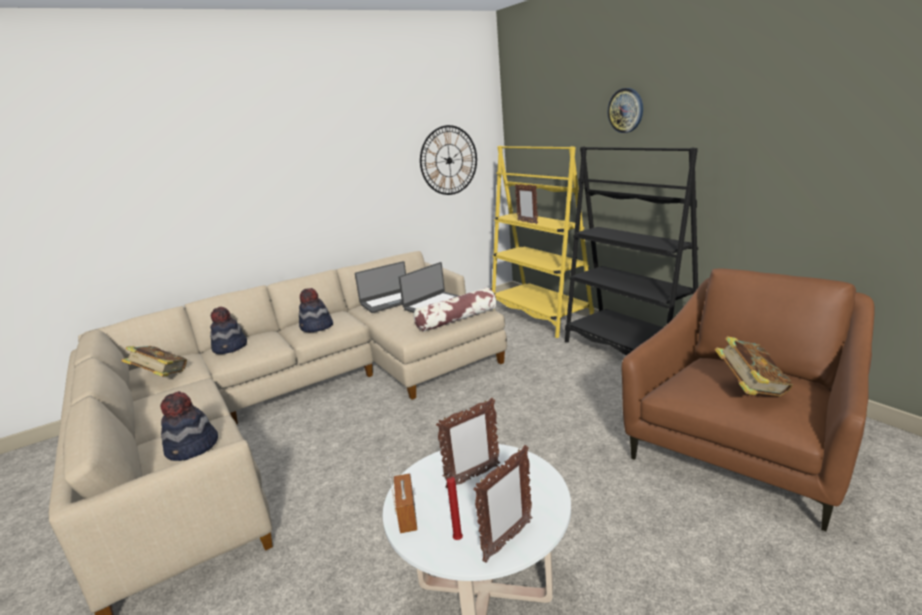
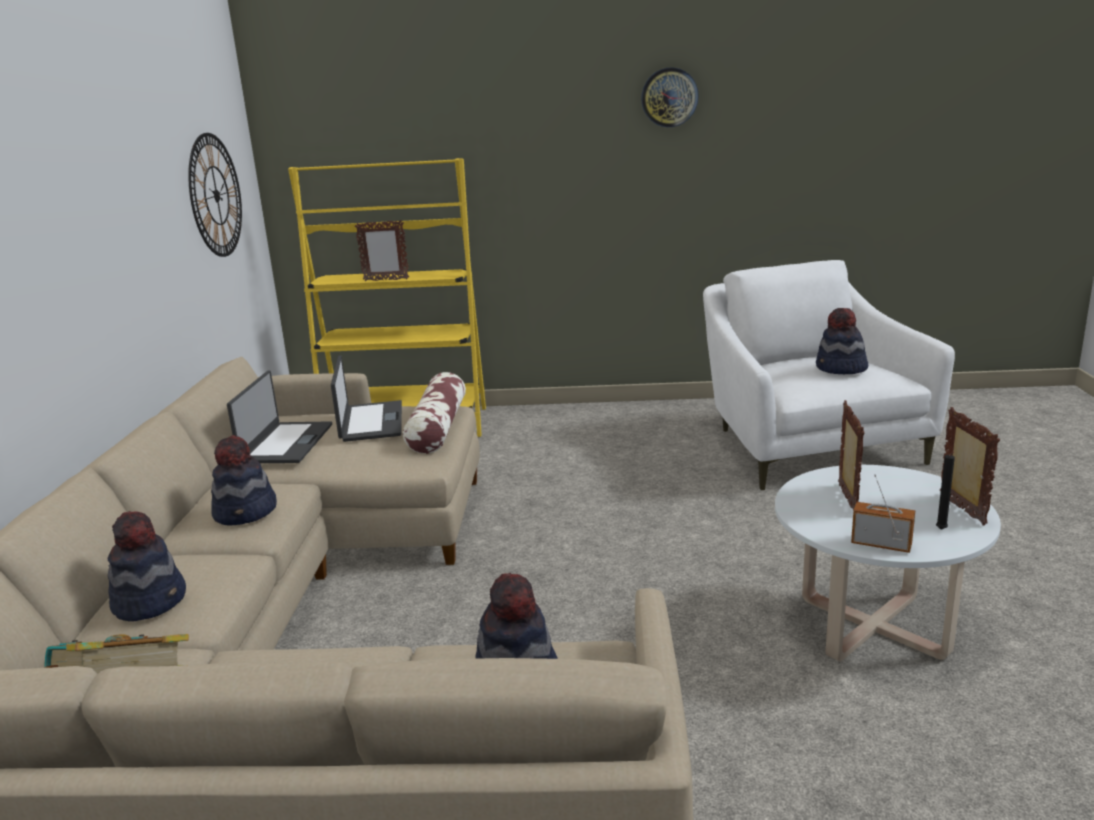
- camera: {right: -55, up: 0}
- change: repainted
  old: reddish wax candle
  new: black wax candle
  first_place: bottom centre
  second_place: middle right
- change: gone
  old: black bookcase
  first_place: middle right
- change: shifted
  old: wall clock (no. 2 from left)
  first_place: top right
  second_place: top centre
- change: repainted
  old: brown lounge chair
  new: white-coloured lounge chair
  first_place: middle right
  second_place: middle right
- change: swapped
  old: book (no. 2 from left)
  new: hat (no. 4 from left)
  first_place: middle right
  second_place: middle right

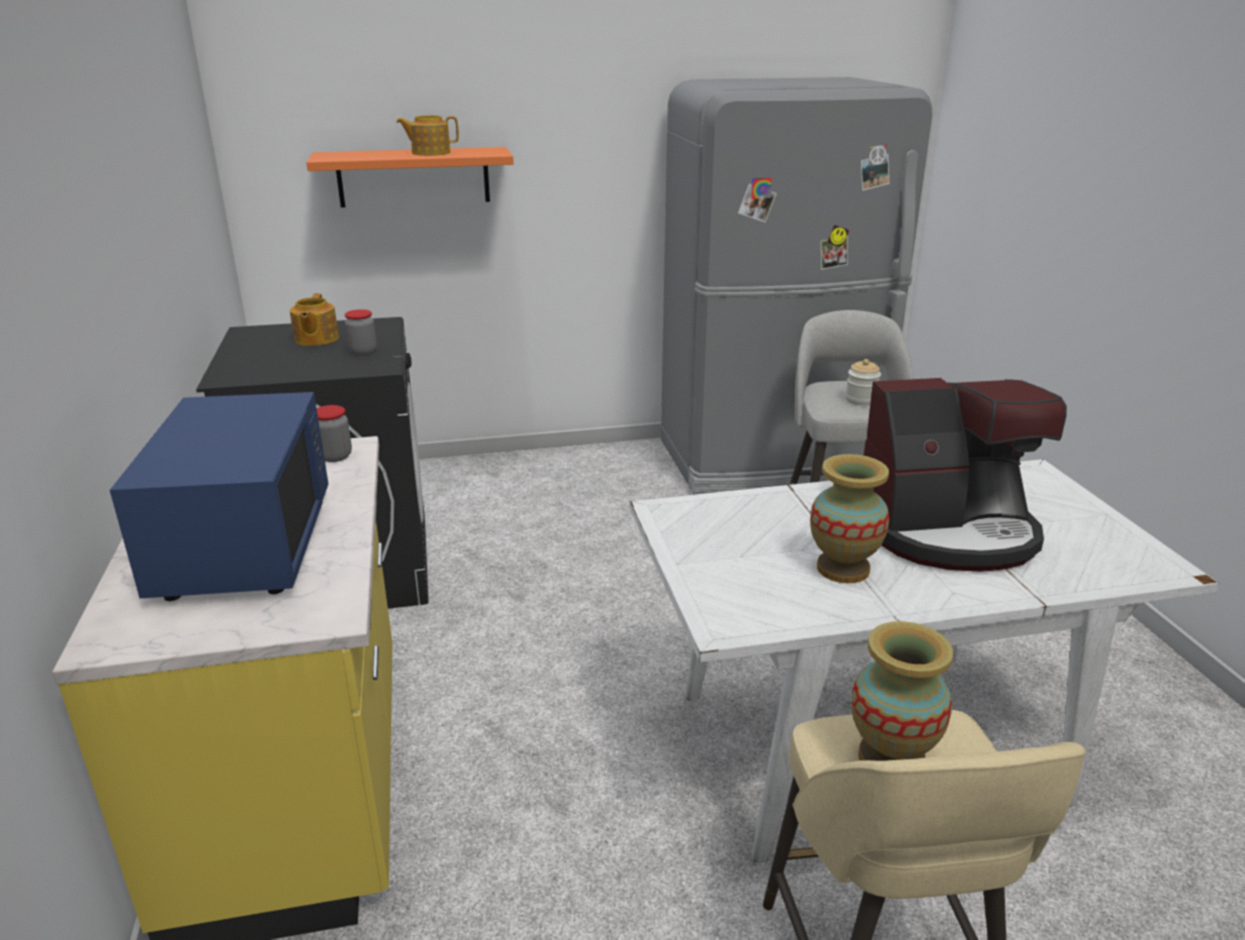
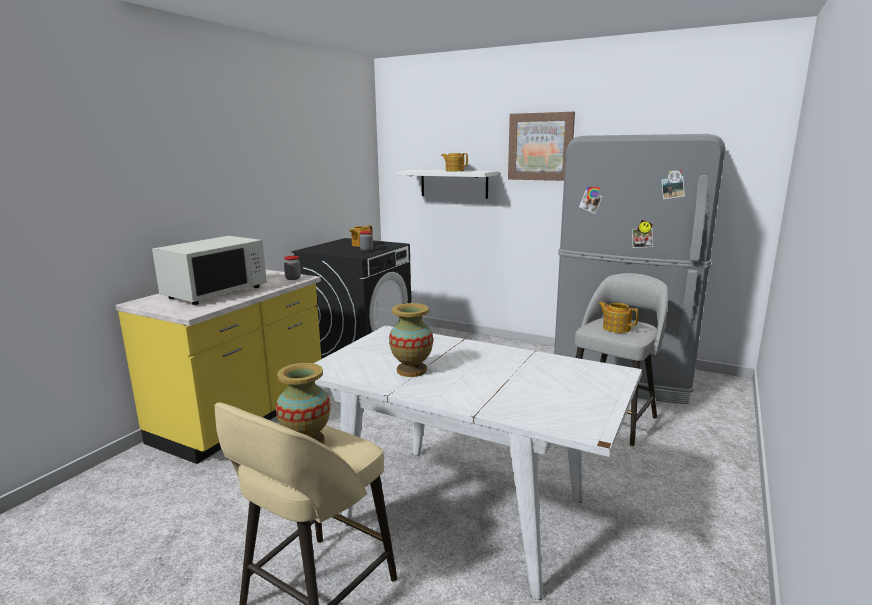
- camera: {right: 40, up: -10}
- change: repainted
  old: blue microwave
  new: white-coloured microwave
  first_place: middle left
  second_place: middle left
- change: repainted
  old: orange shelf
  new: white-coloured shelf
  first_place: top left
  second_place: top centre
- change: swapped
  old: preserve jar (no. 3 from left)
  new: teapot (no. 3 from left)
  first_place: middle right
  second_place: middle right
- change: gone
  old: coffee machine
  first_place: middle right
- change: new
  new: wall art
  second_place: top centre

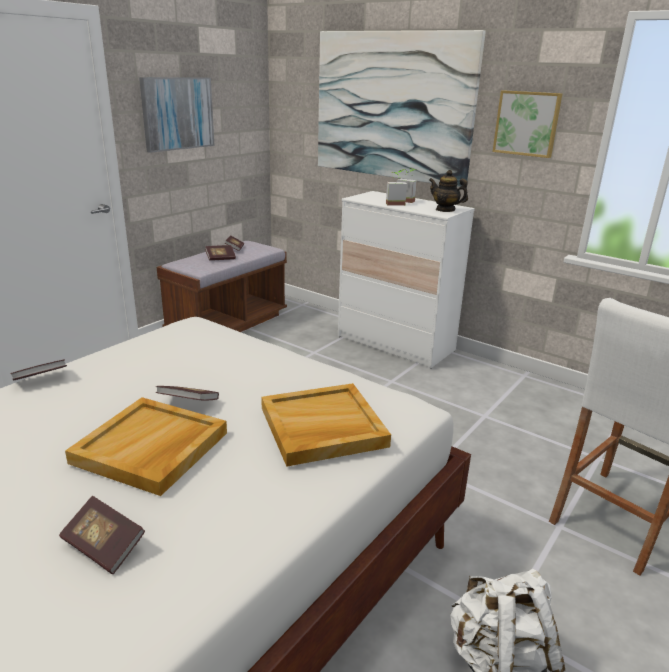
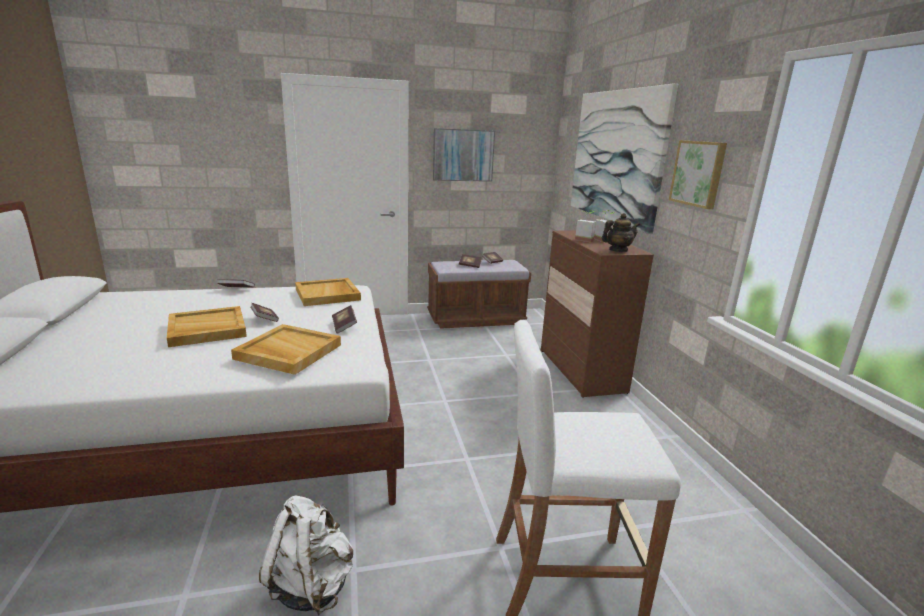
- camera: {right: 40, up: -5}
- change: shifted
  old: book (no. 2 from left in the first image)
  new: book (no. 3 from left)
  first_place: bottom left
  second_place: centre
- change: repainted
  old: white-coloured drawer chest
  new: brown drawer chest
  first_place: centre
  second_place: centre
- change: rotated
  old: teapot
  first_place: top right
  second_place: middle right
  degrees: 90
- change: new
  new: sand-coloured carrying tray (no. 3 from left)
  second_place: centre

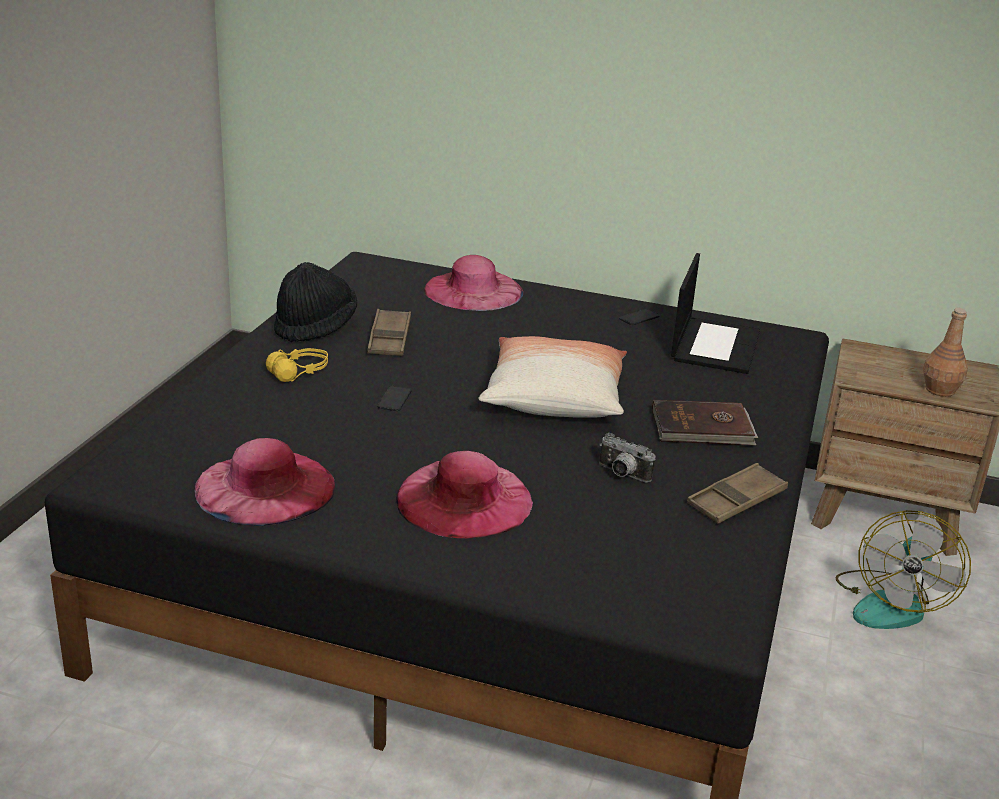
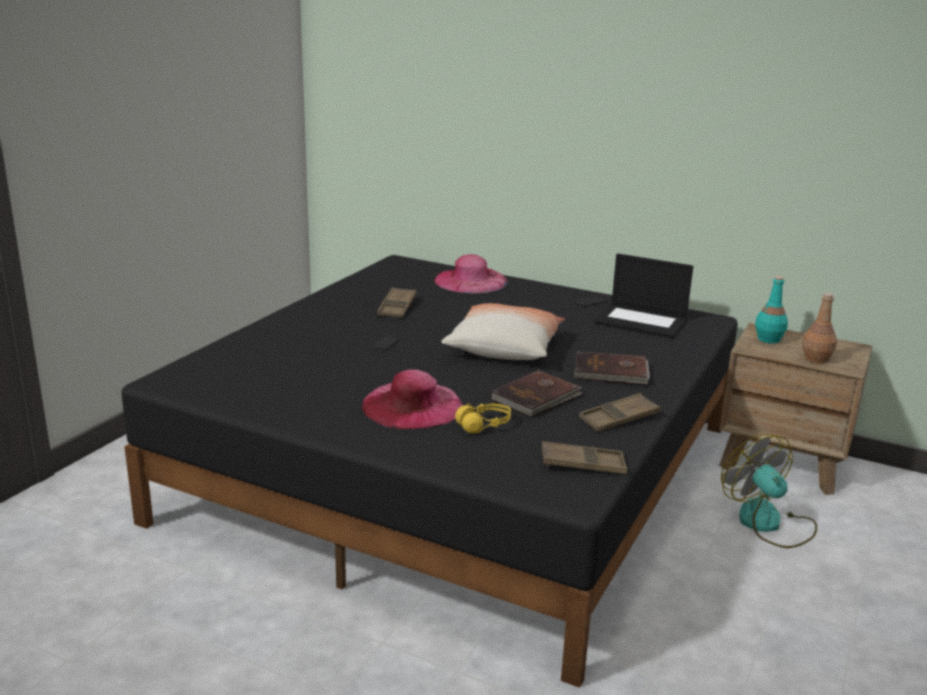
- camera: {right: 10, up: -5}
- change: gone
  old: pink-coloured hat (no. 1 from left)
  first_place: middle left
- change: shifted
  old: yellow headset
  first_place: middle left
  second_place: centre
- change: gone
  old: black hat
  first_place: middle left
- change: swapped
  old: still camera
  new: brown book (no. 1 from left)
  first_place: centre
  second_place: centre
- change: rotated
  old: laptop
  first_place: middle right
  second_place: middle right
  degrees: 90
- change: rotated
  old: electric fan
  first_place: bottom right
  second_place: bottom right
  degrees: 120
- change: new
  new: brown carrying tray (no. 2 from left)
  second_place: centre
- change: new
  new: turquoise-coloured beverage bottle
  second_place: middle right

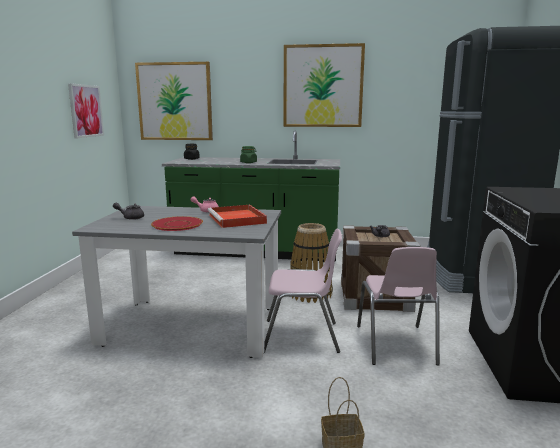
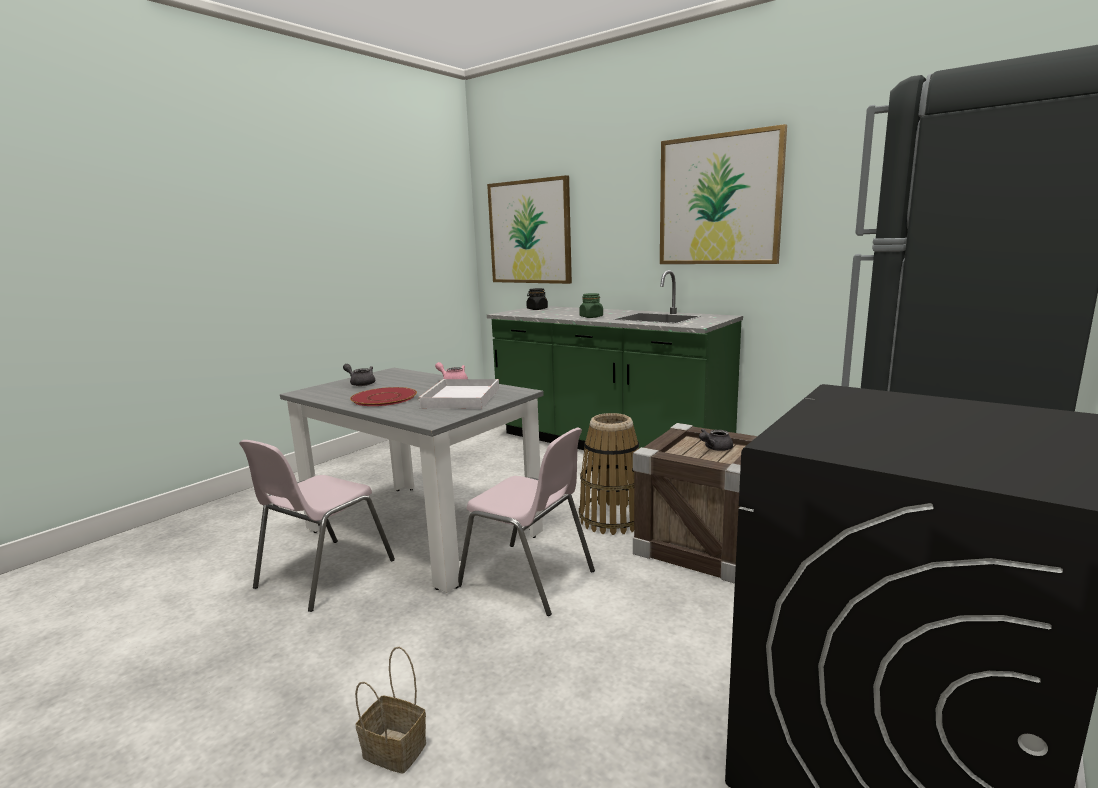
- camera: {right: 30, up: 0}
- change: gone
  old: wall art (no. 1 from left)
  first_place: top left
- change: repainted
  old: reddish carrying tray
  new: white-coloured carrying tray
  first_place: centre
  second_place: centre
- change: shifted
  old: pink-coloured plain chair (no. 2 from left in the first image)
  new: pink-coloured plain chair (no. 1 from left)
  first_place: bottom right
  second_place: bottom left

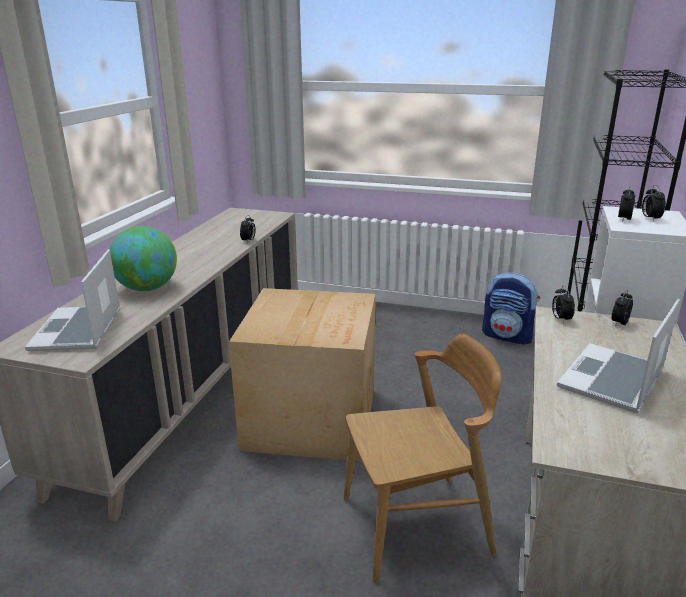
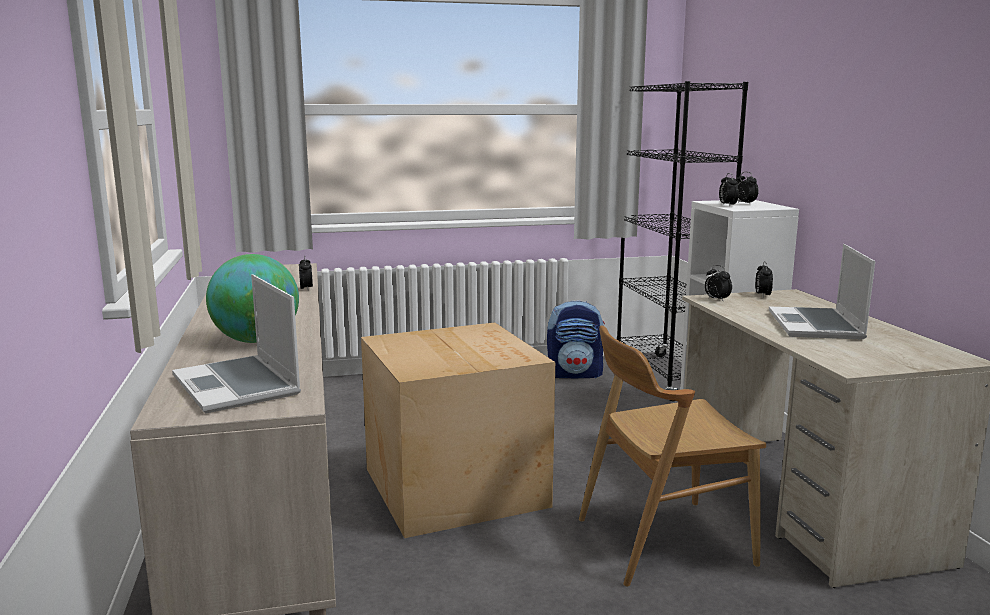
- camera: {right: -30, up: -10}
- change: rotated
  old: brown plain chair
  first_place: bottom centre
  second_place: bottom right
  degrees: -150

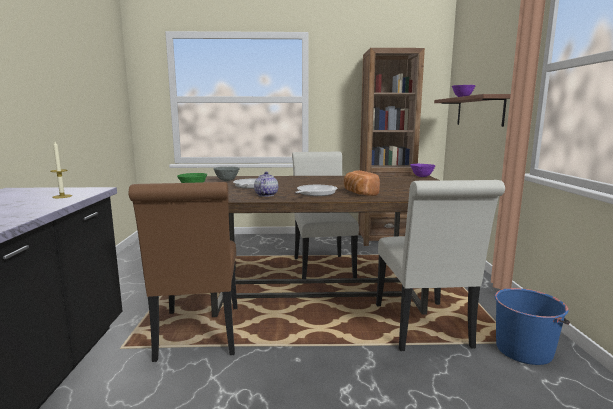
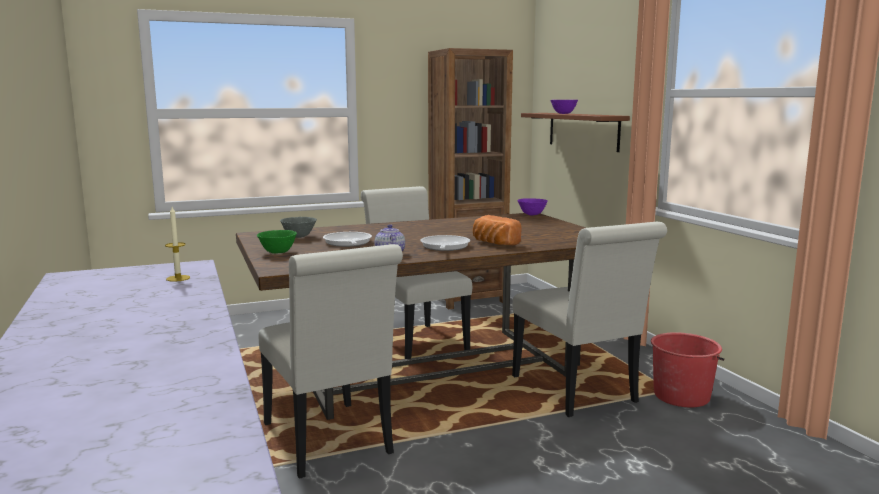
- camera: {right: -20, up: 0}
- change: repainted
  old: brown plain chair
  new: white-coloured plain chair (no. 1 from left)
  first_place: middle left
  second_place: bottom centre
- change: repainted
  old: blue pail
  new: reddish pail
  first_place: bottom right
  second_place: bottom right

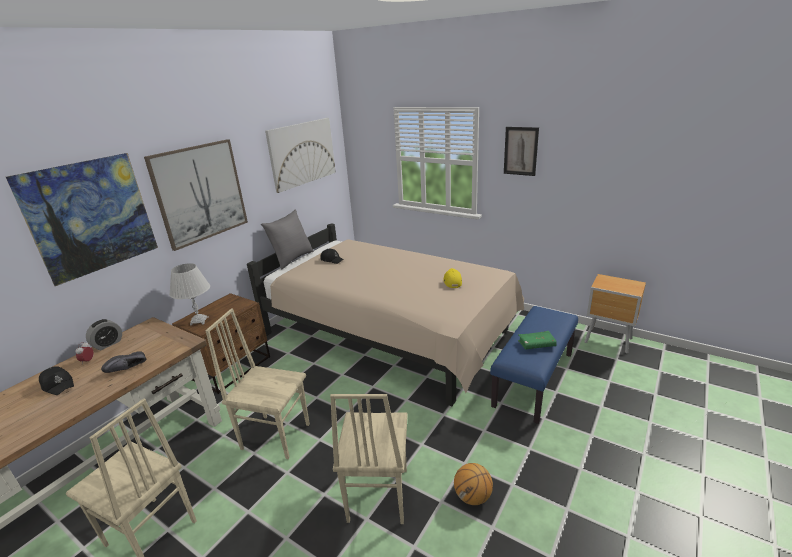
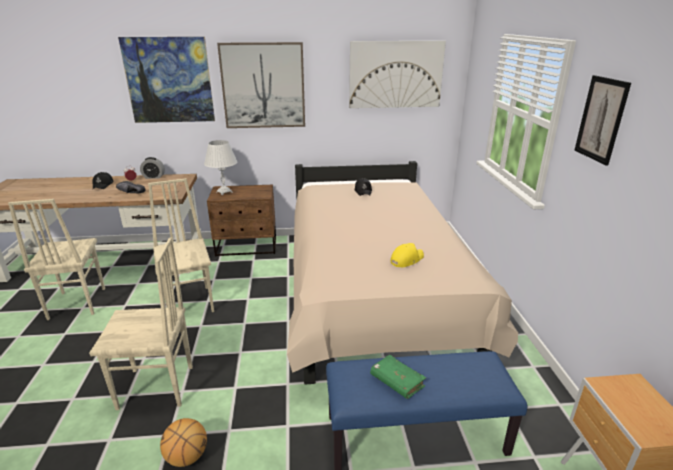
- camera: {right: 50, up: 0}
- change: gone
  old: greyish cushion
  first_place: centre
- change: rotated
  old: sand-coloured plain chair (no. 3 from left in the first image)
  first_place: bottom centre
  second_place: bottom left
  degrees: -150

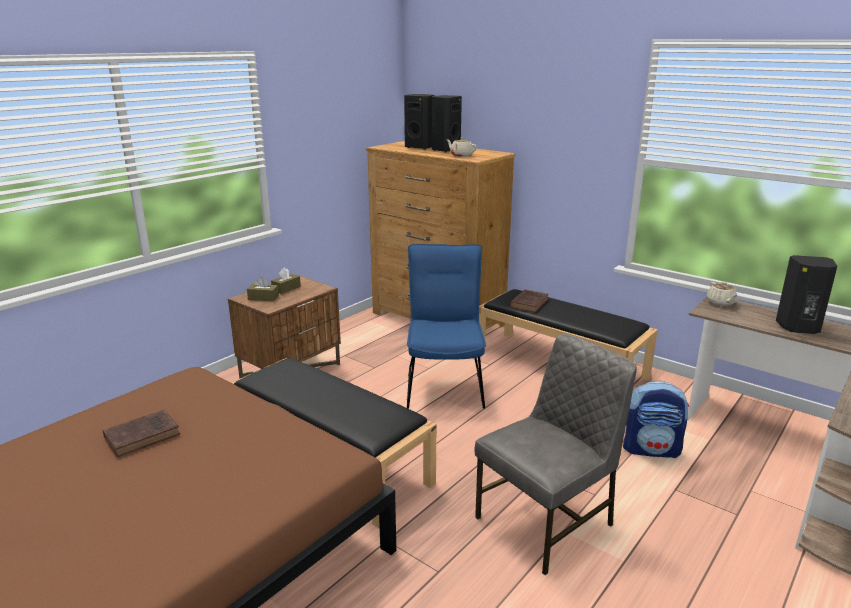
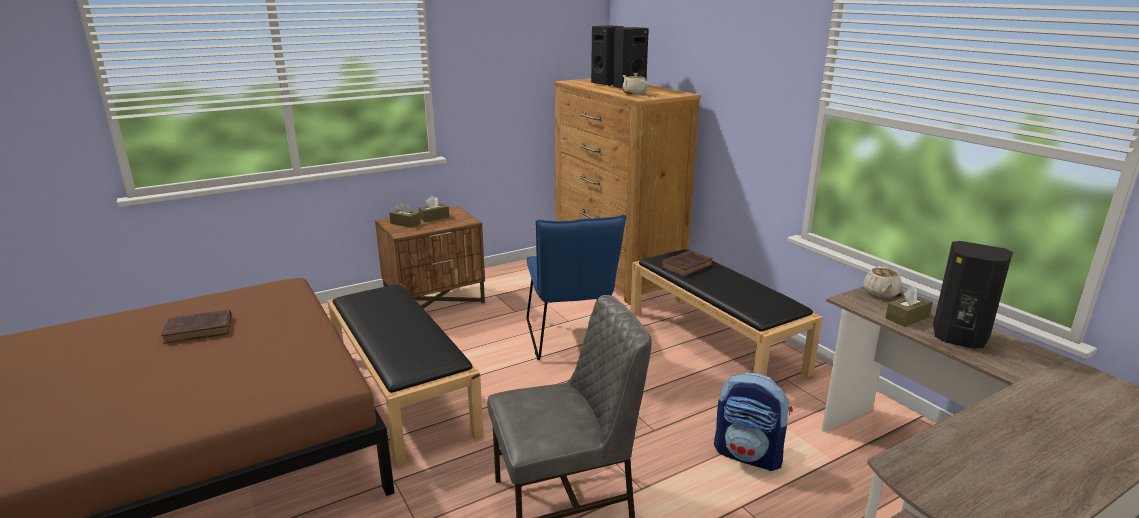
- camera: {right: 20, up: 0}
- change: rotated
  old: blue plain chair
  first_place: centre
  second_place: centre
  degrees: 150
- change: new
  new: brown tissue box (no. 3 from left)
  second_place: middle right

